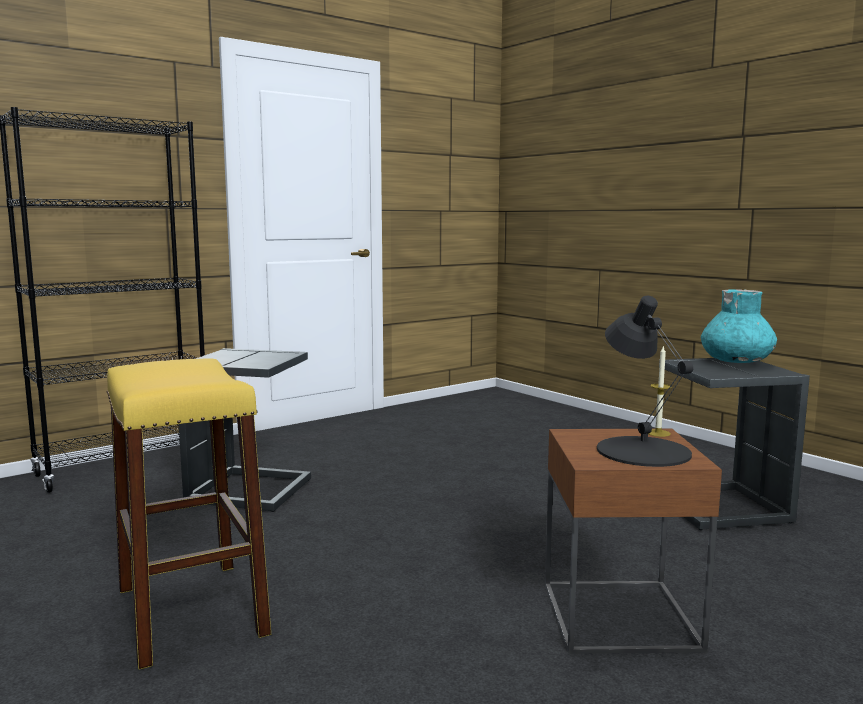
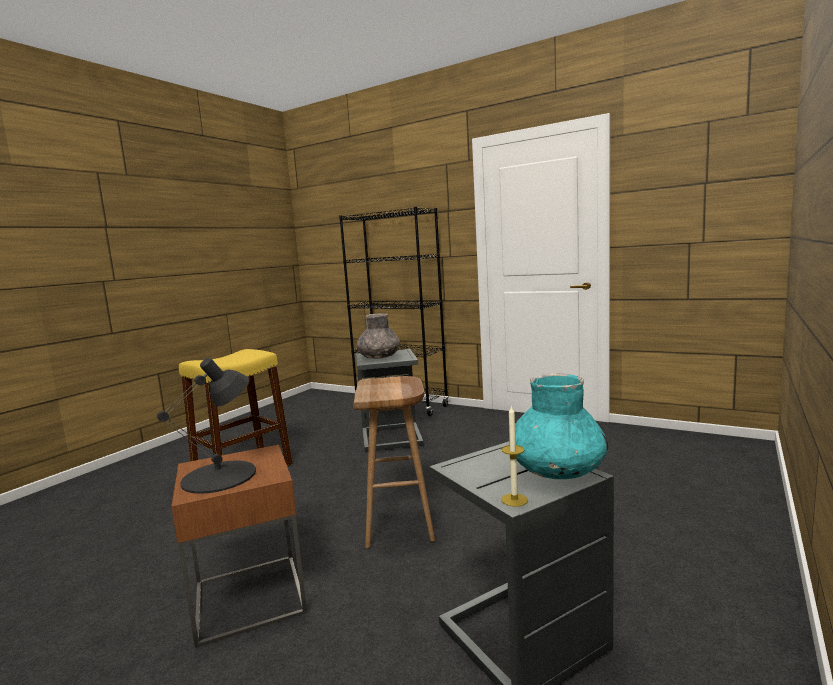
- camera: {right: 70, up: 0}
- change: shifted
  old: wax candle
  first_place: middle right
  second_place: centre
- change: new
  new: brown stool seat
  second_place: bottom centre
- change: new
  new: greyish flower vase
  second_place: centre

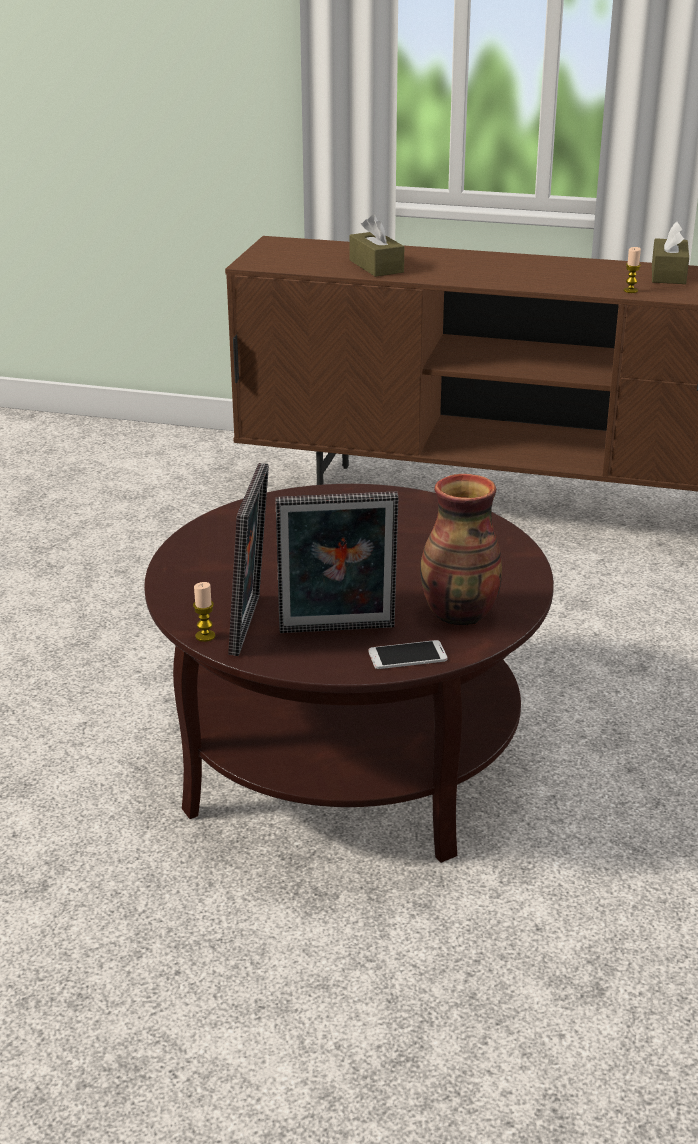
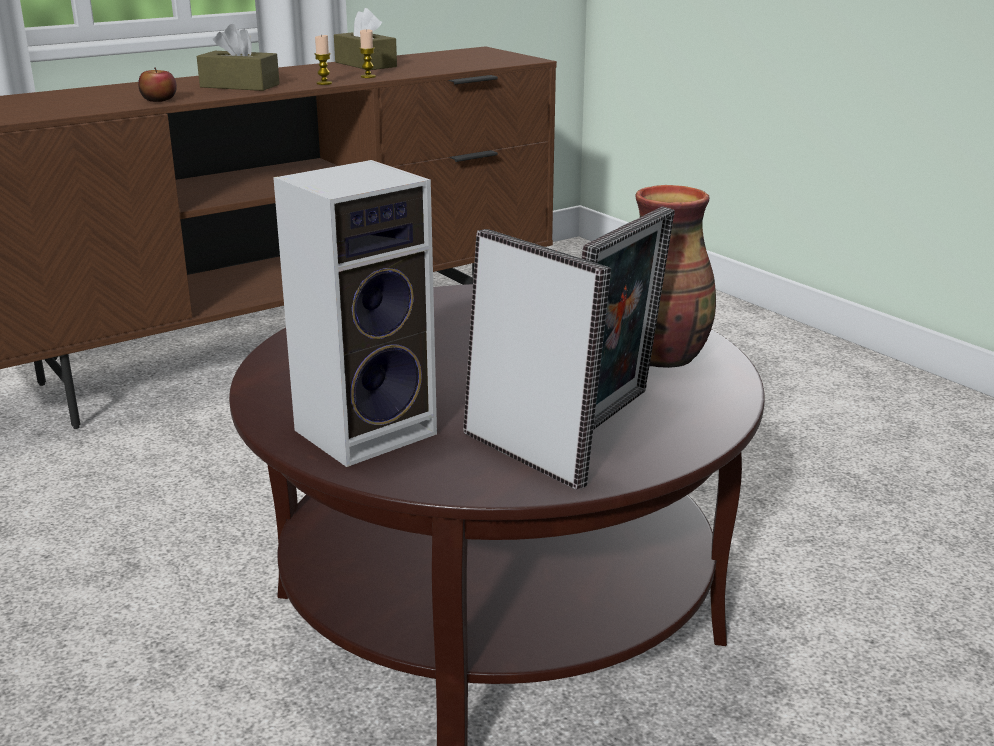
- camera: {right: -50, up: -5}
- change: shifted
  old: wax candle (no. 1 from left)
  first_place: middle left
  second_place: top left
- change: shifted
  old: brown tissue box (no. 1 from left)
  first_place: top centre
  second_place: top left
- change: gone
  old: telephone
  first_place: centre
- change: new
  new: apple fruit
  second_place: top left
- change: new
  new: loudspeaker
  second_place: centre

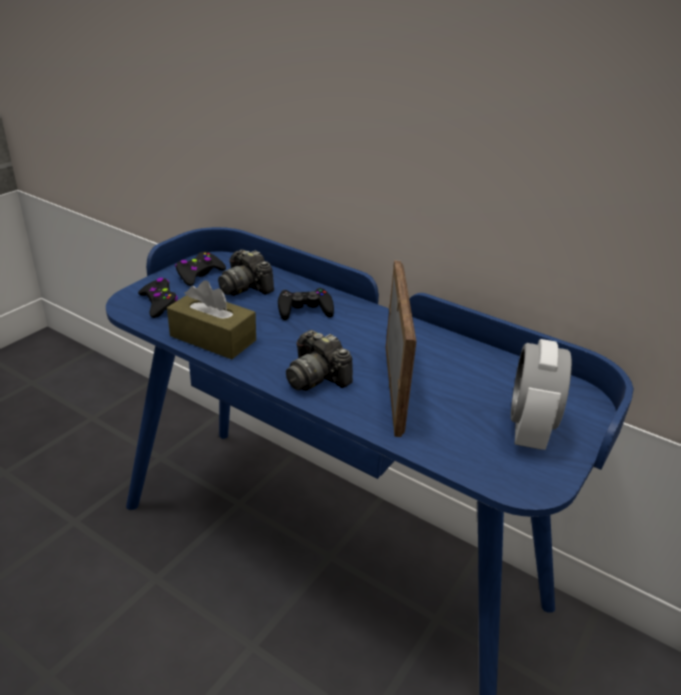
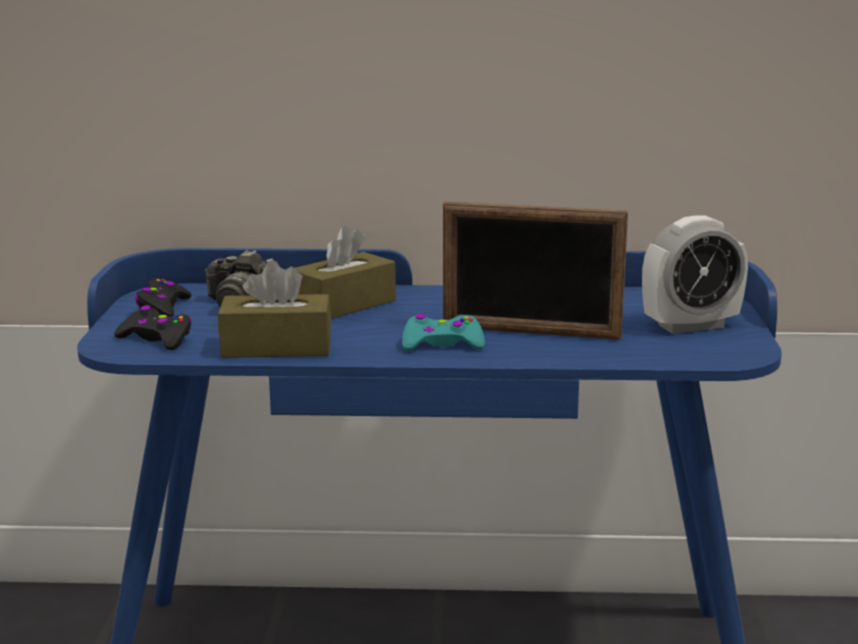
- camera: {right: -30, up: -15}
- change: swapped
  old: black gamepad (no. 3 from left)
  new: brown tissue box (no. 2 from left)
  first_place: centre
  second_place: centre
- change: swapped
  old: still camera (no. 2 from left)
  new: turquoise-coloured gamepad
  first_place: centre
  second_place: centre
- change: rotated
  old: standing frame
  first_place: centre
  second_place: centre
  degrees: 135
- change: rotated
  old: table clock
  first_place: middle right
  second_place: middle right
  degrees: -90

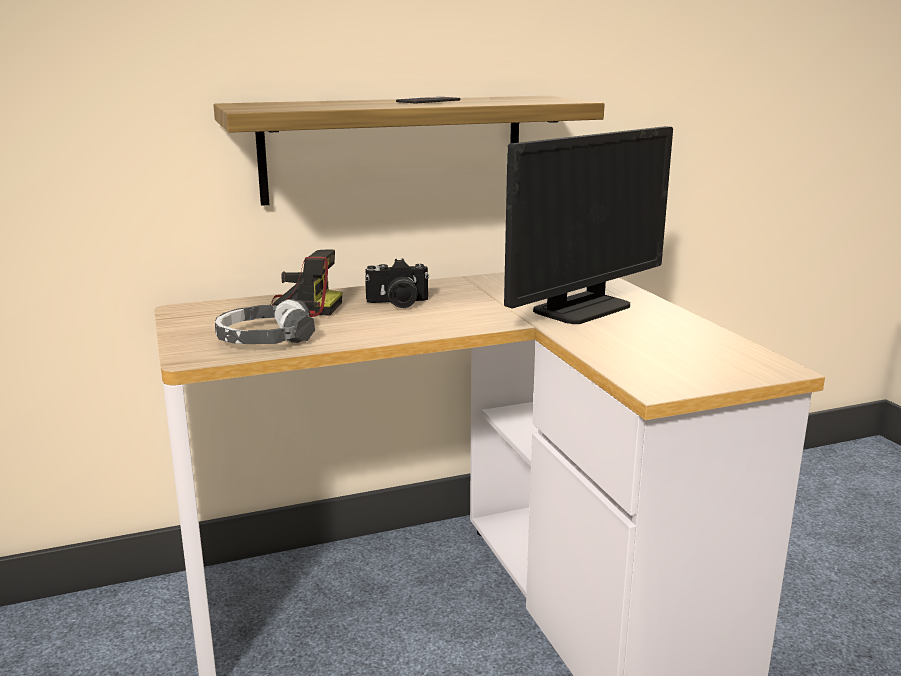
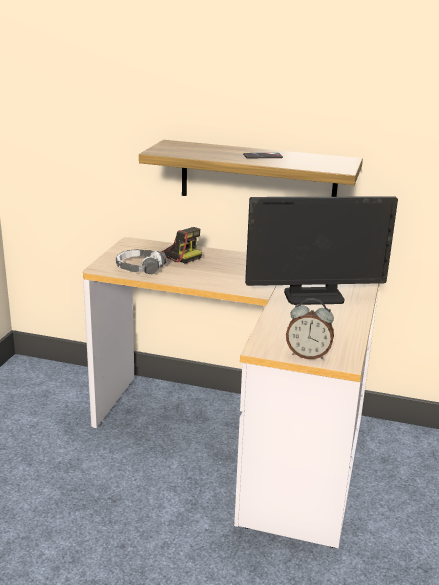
- camera: {right: 35, up: 5}
- change: gone
  old: still camera (no. 2 from left)
  first_place: centre
- change: new
  new: table clock
  second_place: middle right

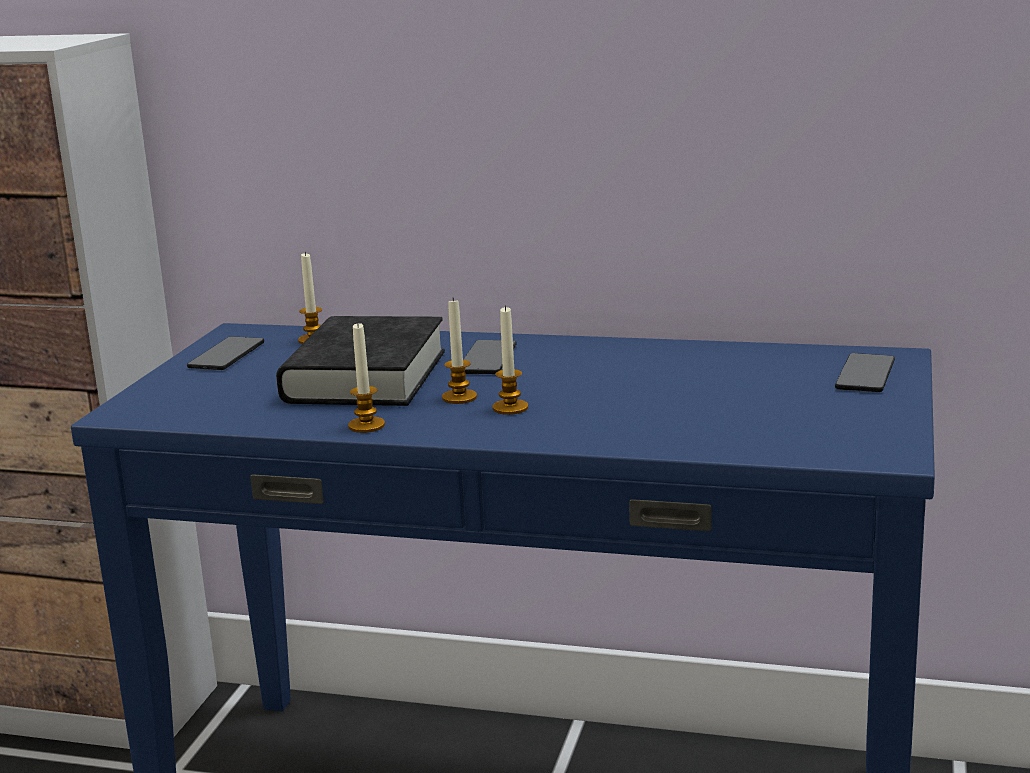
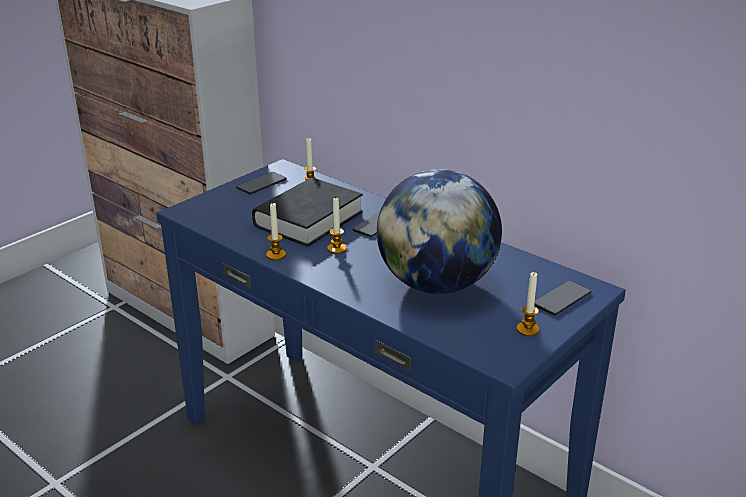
- camera: {right: 25, up: 10}
- change: shifted
  old: wax candle (no. 4 from left)
  first_place: centre
  second_place: middle right
- change: new
  new: world globe
  second_place: centre

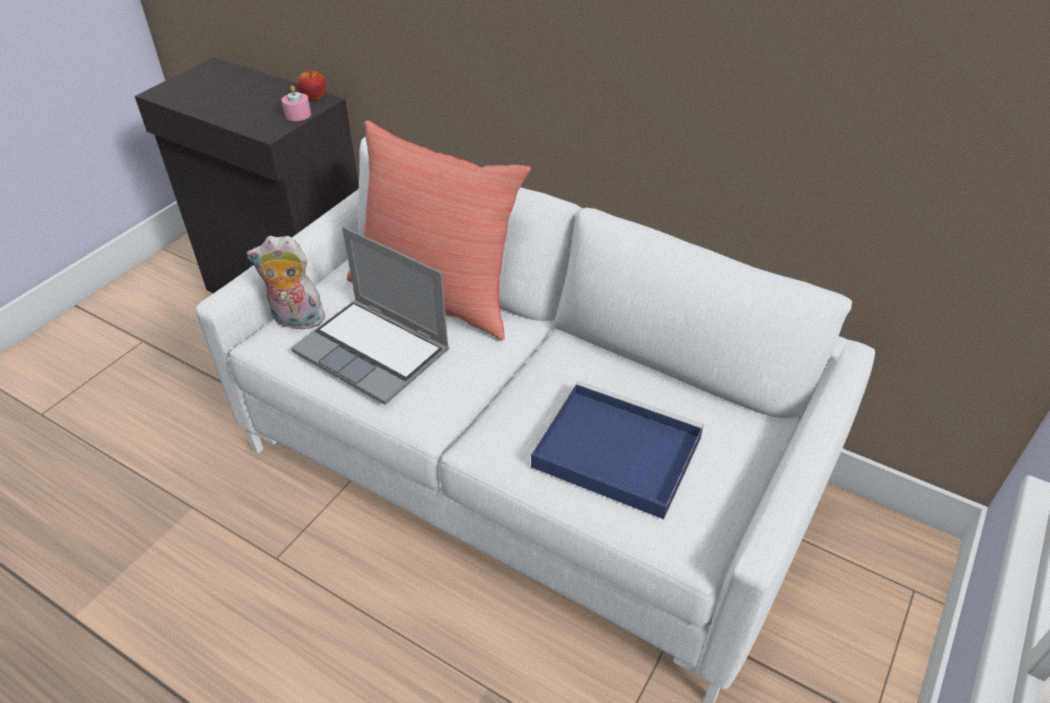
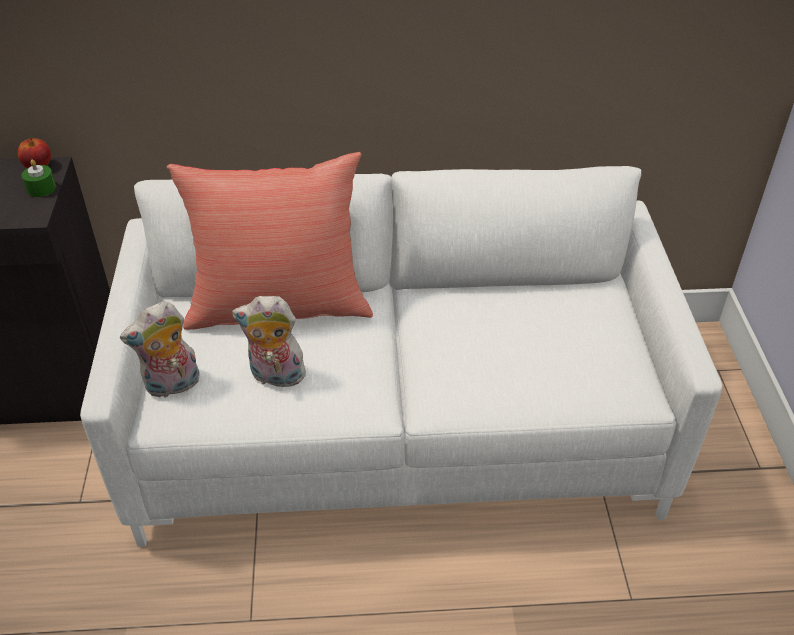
- camera: {right: -35, up: 0}
- change: repainted
  old: pink-coloured wax candle
  new: greenish wax candle
  first_place: top left
  second_place: top left
- change: swapped
  old: laptop
  new: cuddly toy (no. 2 from left)
  first_place: centre
  second_place: centre
- change: gone
  old: blue carrying tray
  first_place: centre

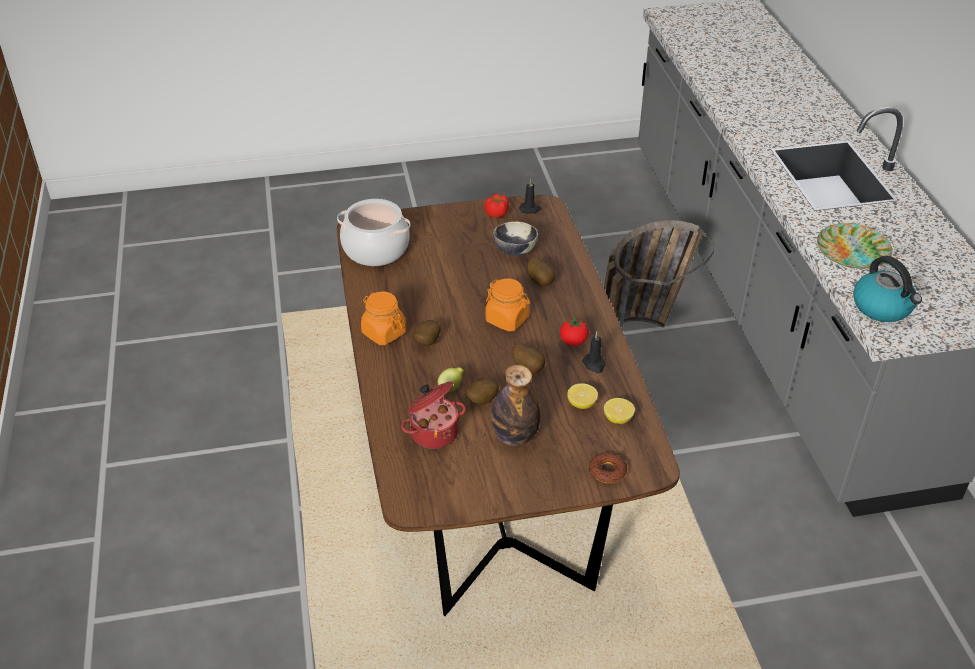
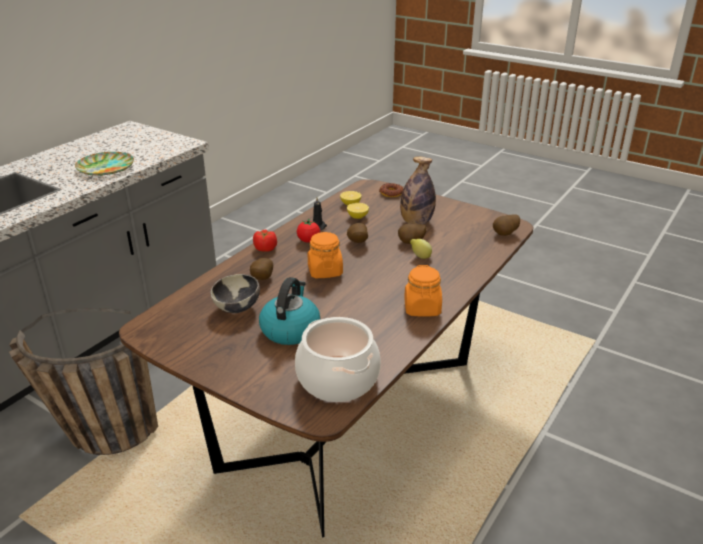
- camera: {right: -135, up: -10}
- change: gone
  old: saucepot (no. 2 from left)
  first_place: centre
- change: shifted
  old: whole potato (no. 1 from left in the first image)
  new: whole potato (no. 4 from left)
  first_place: centre
  second_place: middle right
- change: shifted
  old: tomato (no. 1 from left)
  first_place: top centre
  second_place: centre
- change: gone
  old: black wax candle (no. 1 from left)
  first_place: top centre
- change: shifted
  old: kettle
  first_place: middle right
  second_place: centre

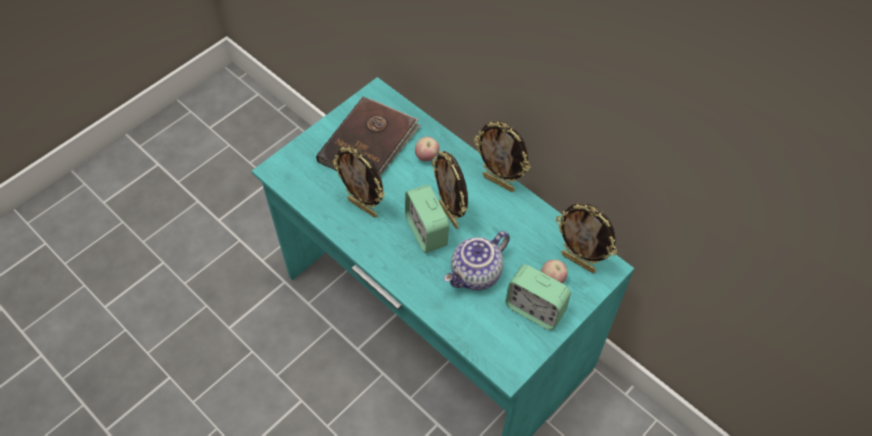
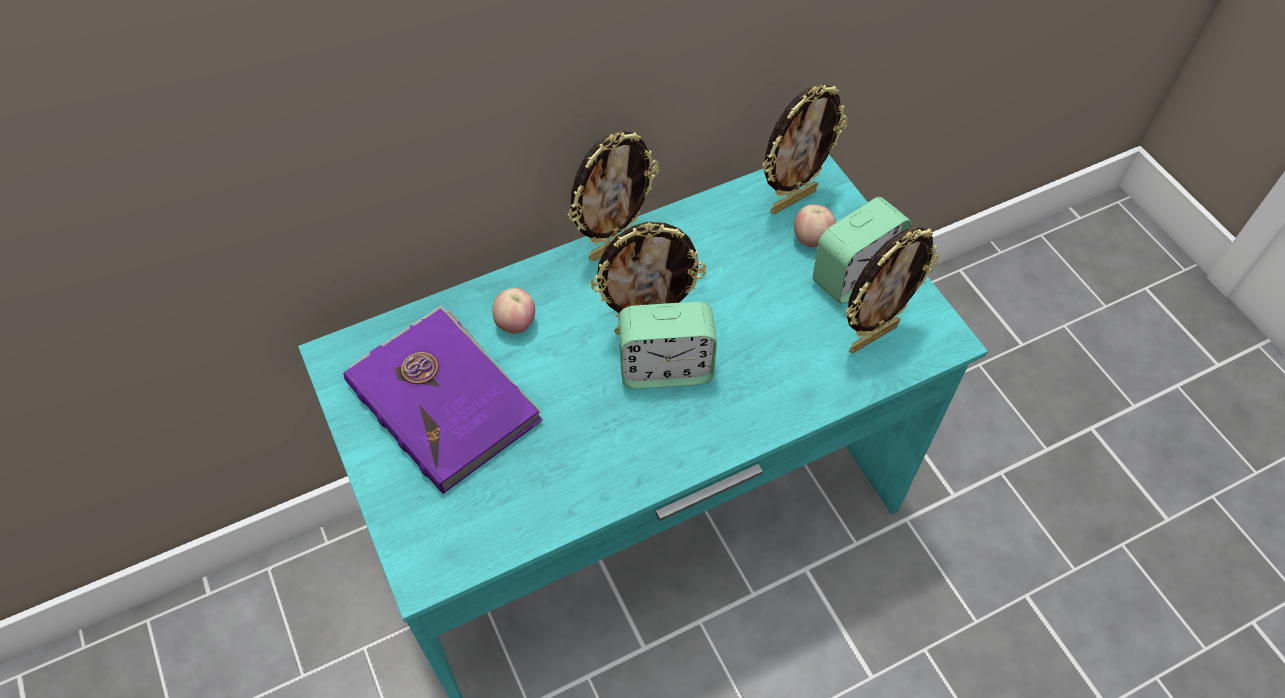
- camera: {right: -70, up: 0}
- change: repainted
  old: brown book
  new: purple book
  first_place: top centre
  second_place: centre
- change: shifted
  old: standing frame (no. 1 from left in the first image)
  new: standing frame (no. 4 from left)
  first_place: centre
  second_place: middle right
- change: gone
  old: teapot
  first_place: centre

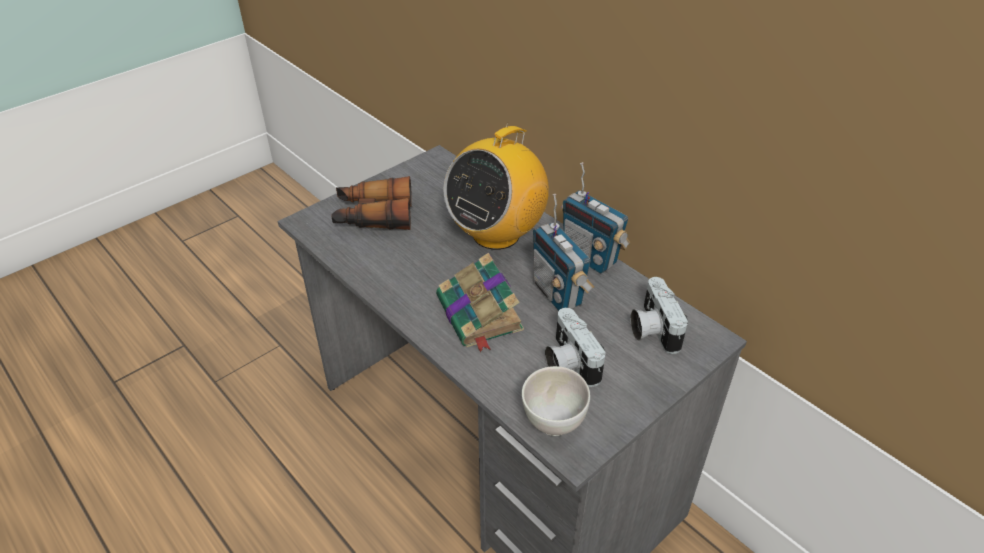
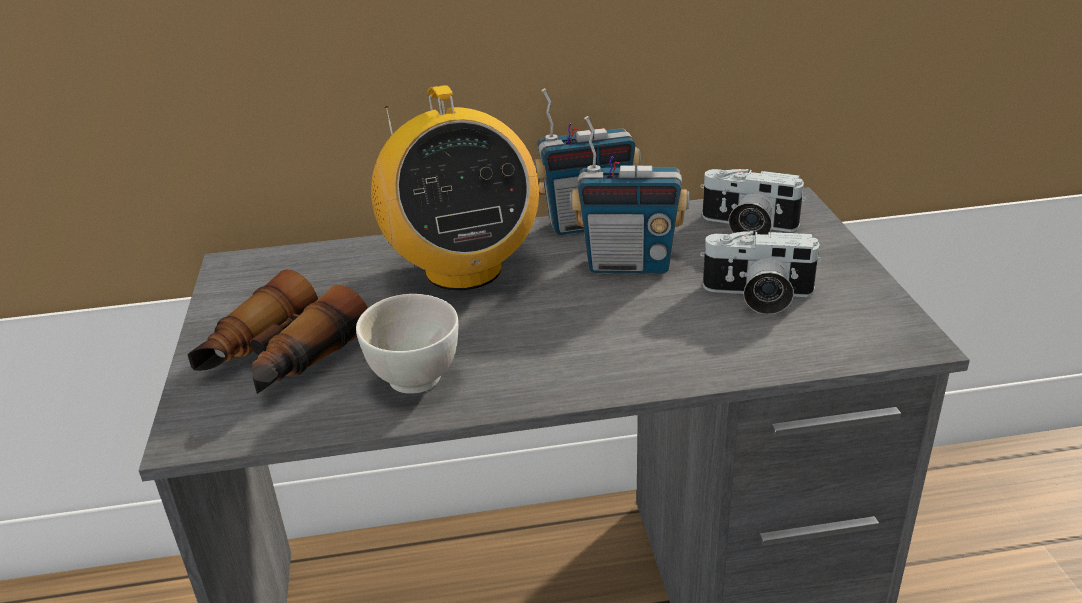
- camera: {right: -55, up: -10}
- change: gone
  old: book
  first_place: centre
- change: shifted
  old: white-coloured bowl
  first_place: bottom centre
  second_place: centre

